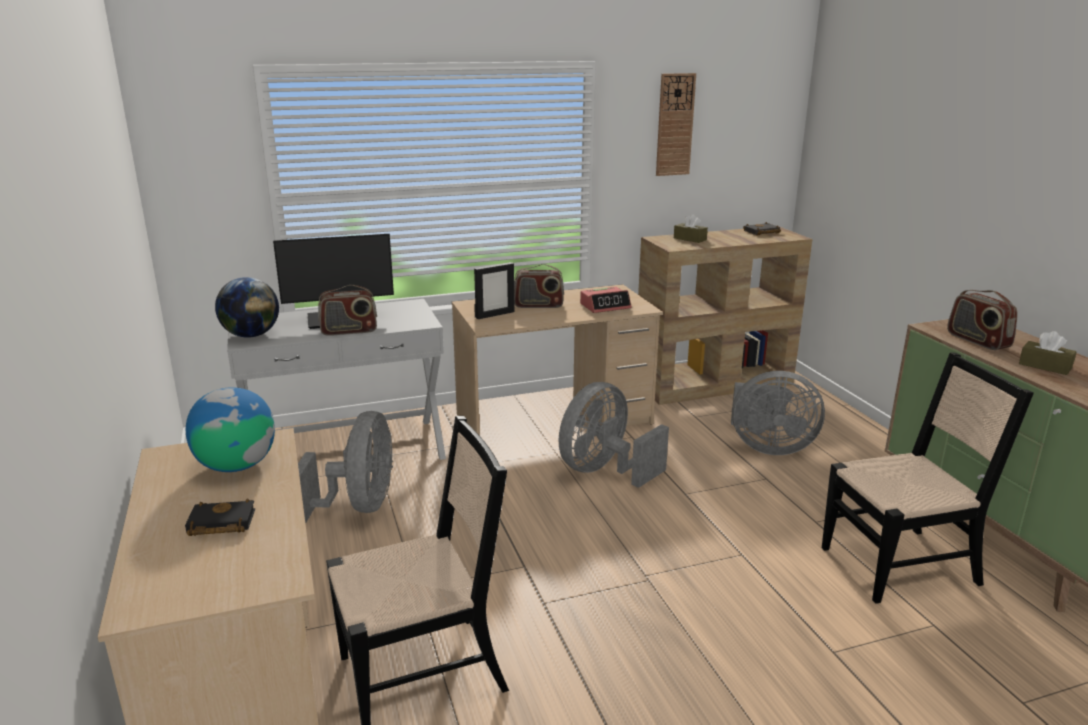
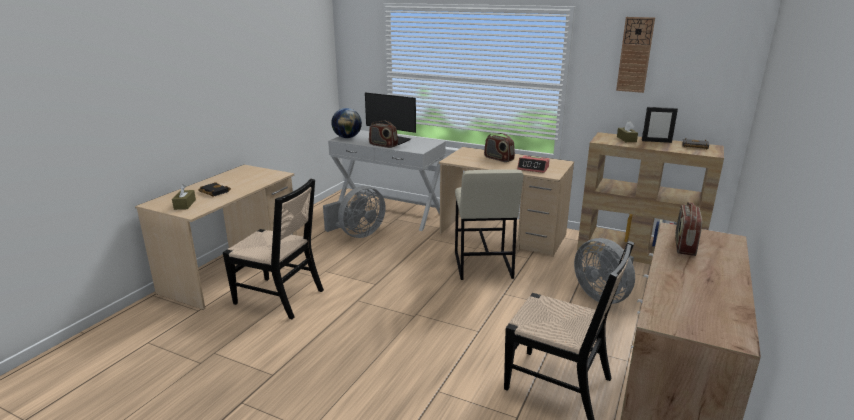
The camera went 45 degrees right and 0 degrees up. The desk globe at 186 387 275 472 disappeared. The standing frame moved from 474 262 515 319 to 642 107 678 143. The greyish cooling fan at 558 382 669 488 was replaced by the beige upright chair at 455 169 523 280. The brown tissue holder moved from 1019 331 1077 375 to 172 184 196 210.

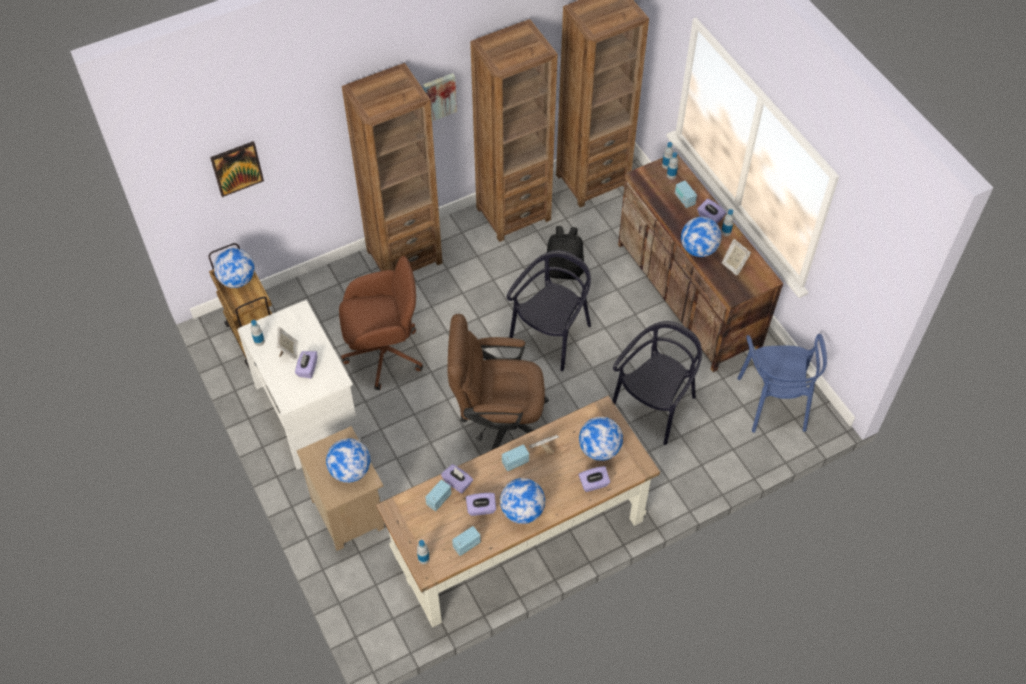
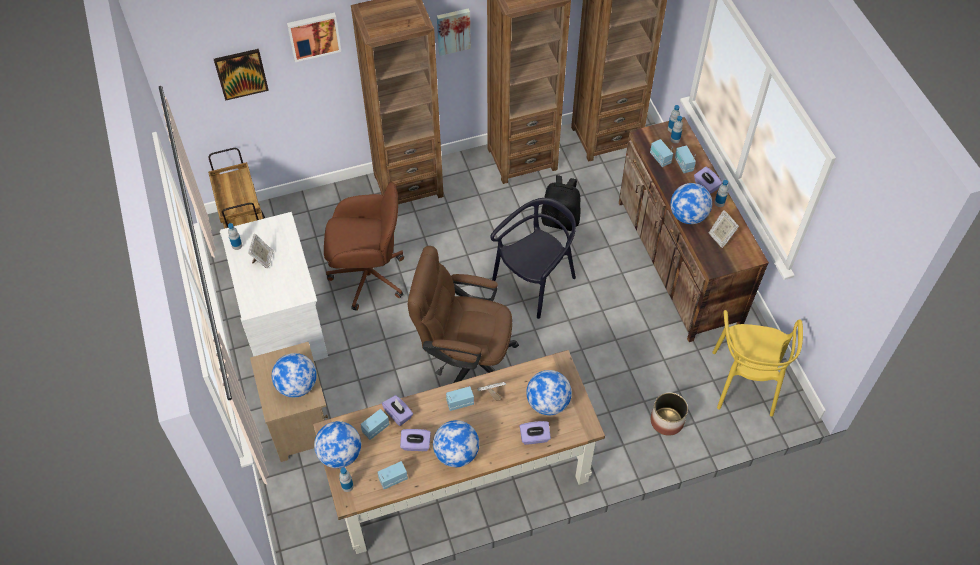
The camera went 10 degrees right and 0 degrees up. The desk globe moved from 214 248 254 288 to 314 421 361 468. The purple tissue holder at 295 351 317 379 disappeared. The black-coloured upright chair at 612 321 702 445 disappeared. The blue-coloured upright chair at 737 334 827 433 became the yellow-coloured upright chair at 712 310 803 417. The wall art at 287 12 341 62 appeared. The radio set at 650 139 673 167 appeared. The plant pot at 651 393 688 436 appeared.

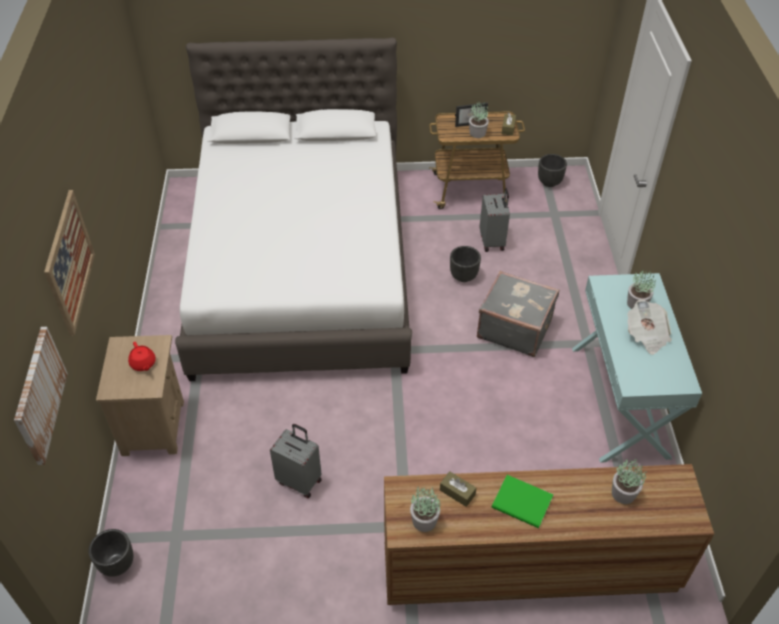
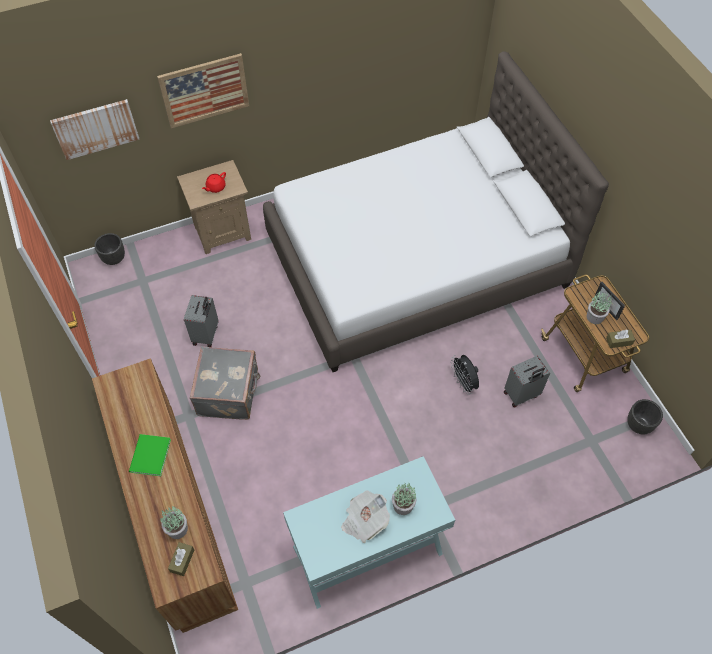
The camera went 70 degrees right and 10 degrees up. The potted plant at 410 487 441 532 disappeared. The brown tissue holder moved from 440 471 476 507 to 168 542 194 576. The black-coloured plant pot at 450 246 481 282 was replaced by the black-coloured cooling fan at 451 355 479 395. The greyish piece of luggage moved from 477 271 559 357 to 190 346 261 420.

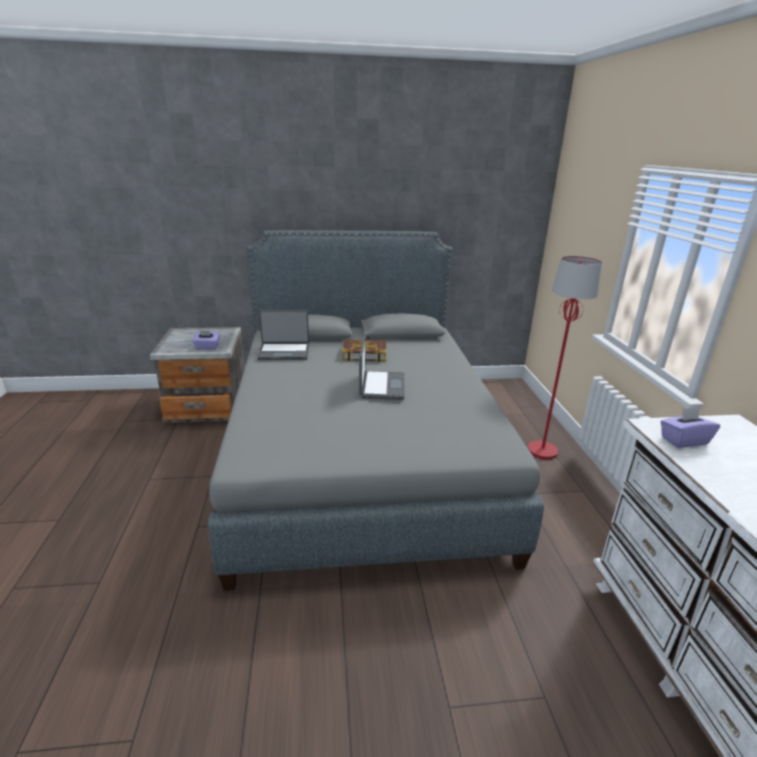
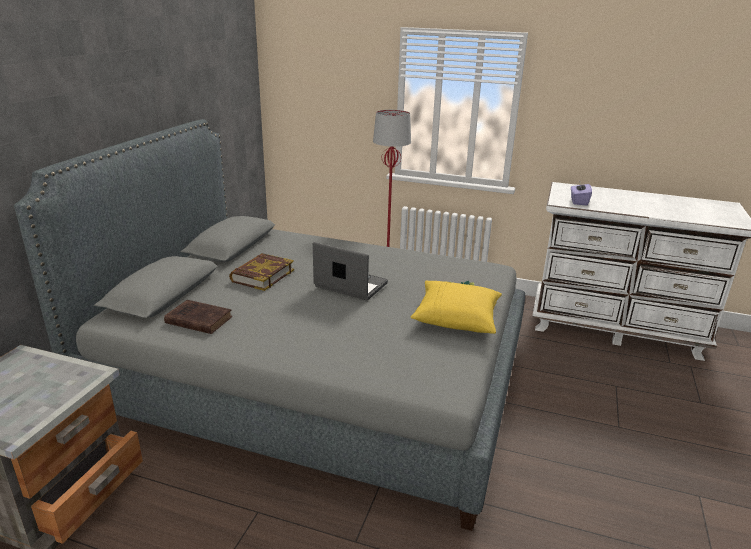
The camera went 65 degrees left and 0 degrees up. The purple tissue holder at 192 330 220 349 disappeared. The notebook computer at 257 310 309 360 was replaced by the brown bound book at 164 300 232 334. The yellow-coloured cushion at 411 281 502 334 appeared.

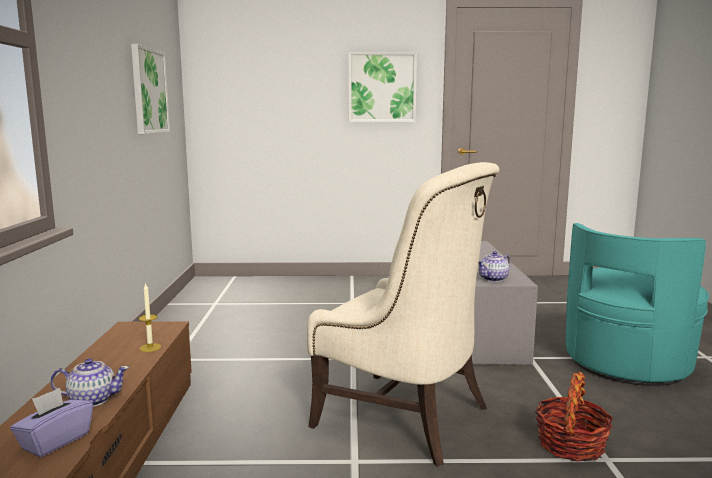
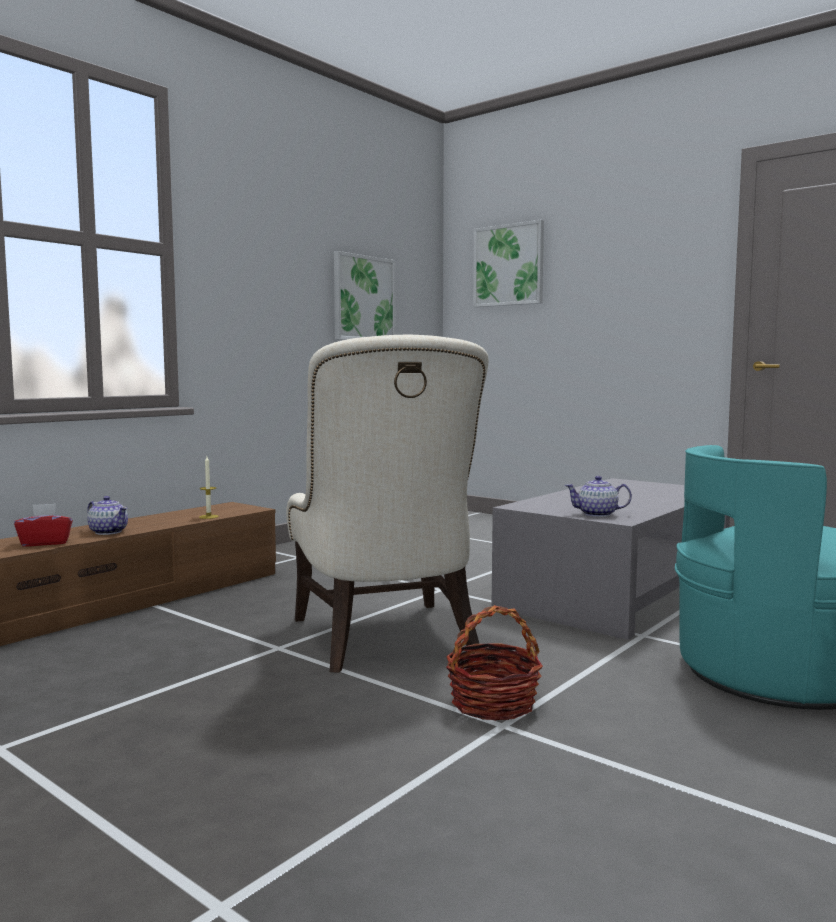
The camera went 40 degrees right and 5 degrees down. The purple tissue holder at 10 388 93 457 became the red-coloured tissue holder at 14 503 73 546. The wall art moved from 349 52 417 122 to 473 220 544 307.

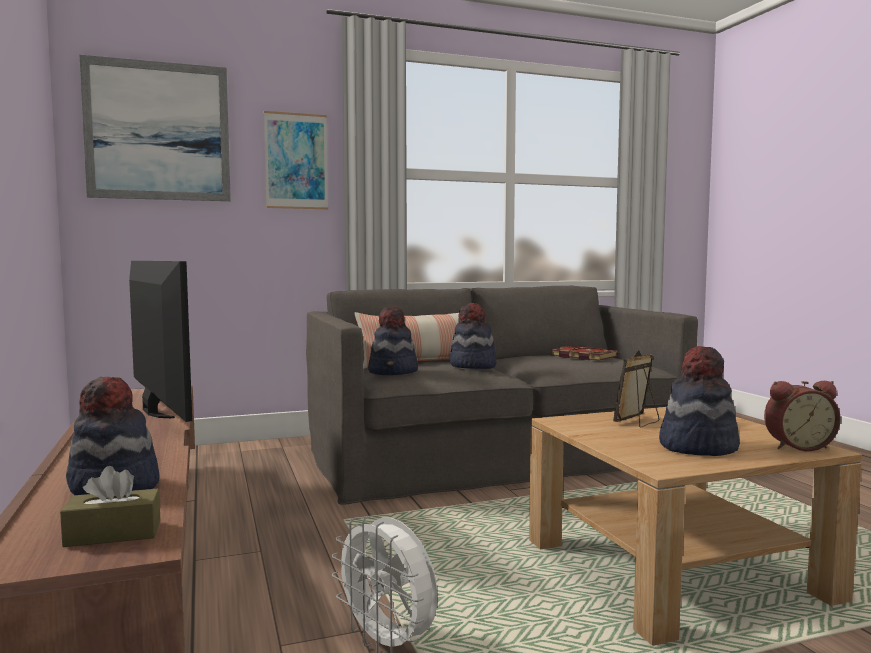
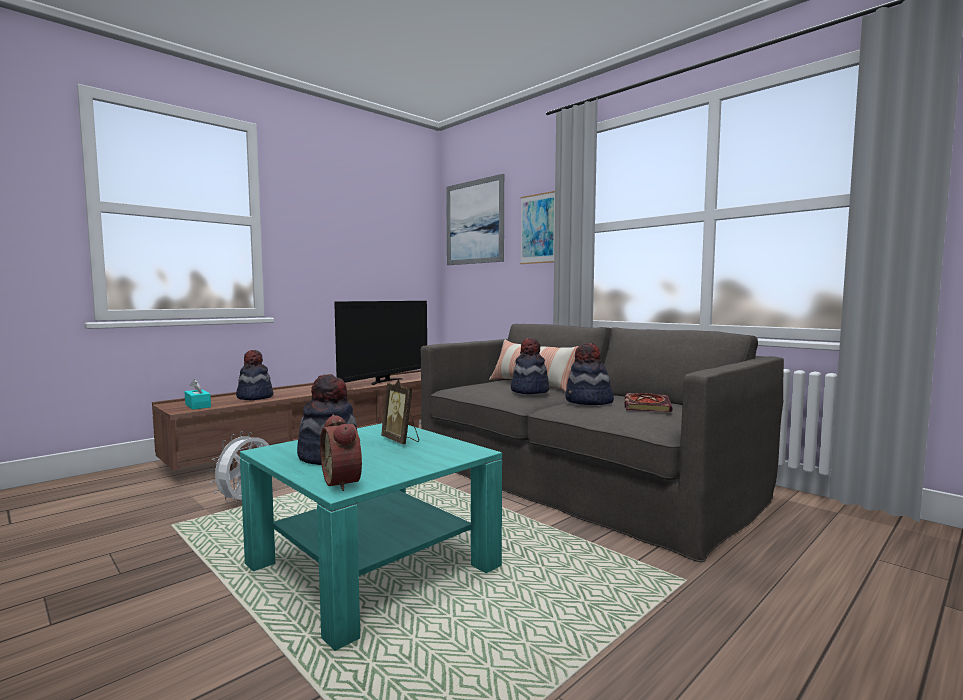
The camera went 65 degrees right and 0 degrees up. The brown tissue holder at 60 466 161 547 became the turquoise-coloured tissue holder at 185 379 211 410. The wearable hat moved from 368 306 418 375 to 565 343 614 405. The brown lounge table at 529 407 862 646 became the turquoise-coloured lounge table at 240 423 502 651. The standing frame at 613 350 659 428 turned 150 degrees counterclockwise.

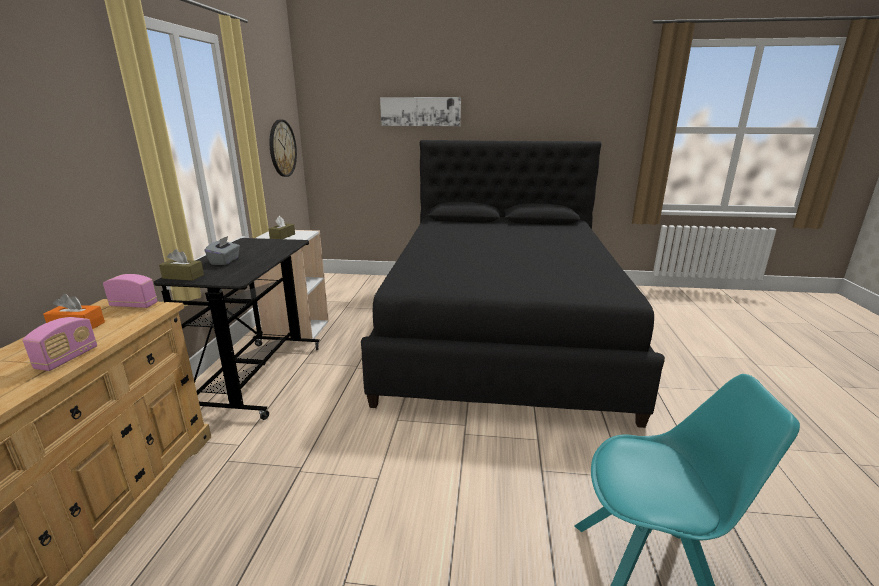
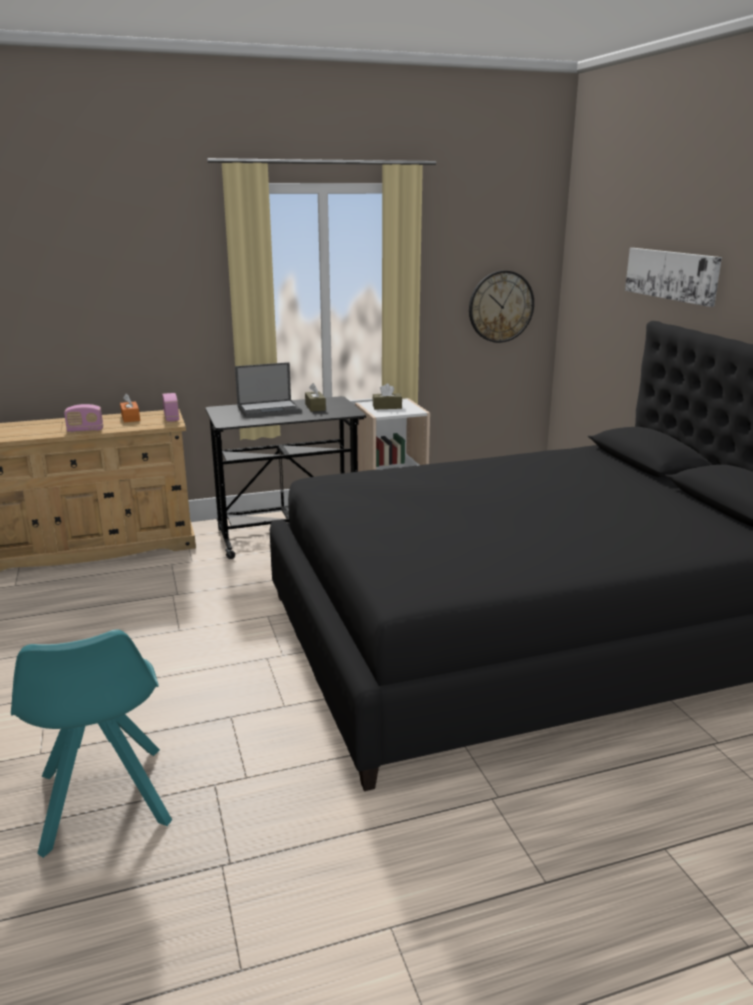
The camera went 65 degrees right and 0 degrees up. The brown tissue holder moved from 159 249 204 281 to 305 383 326 411. The greyish tissue holder at 205 236 240 265 was replaced by the notebook computer at 235 362 302 418.

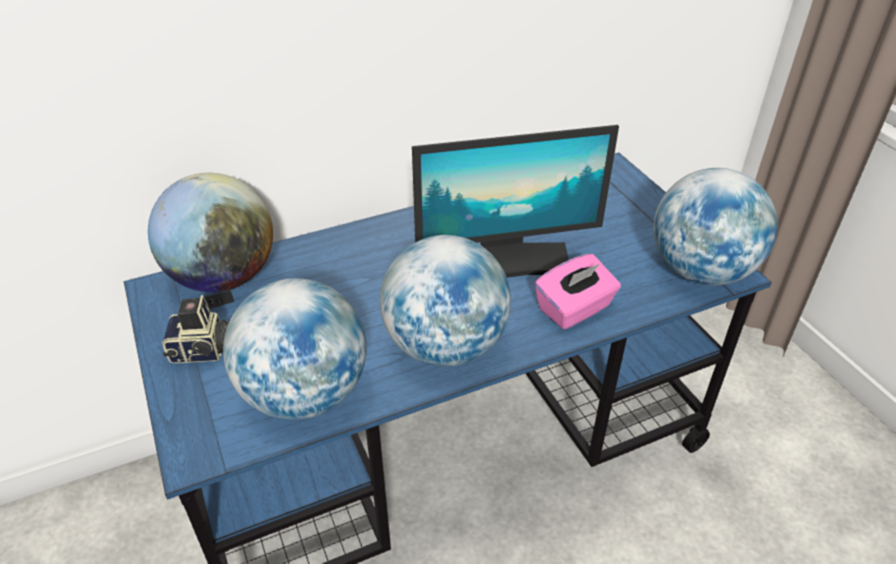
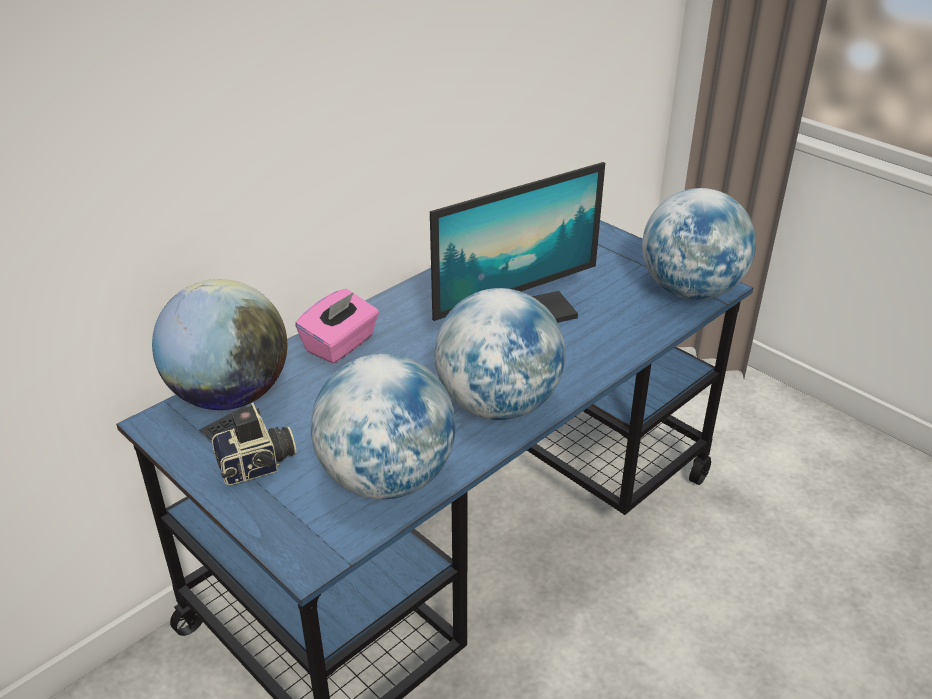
The camera went 20 degrees left and 5 degrees down. The pinkish tissue holder moved from 534 254 621 330 to 295 289 379 364.

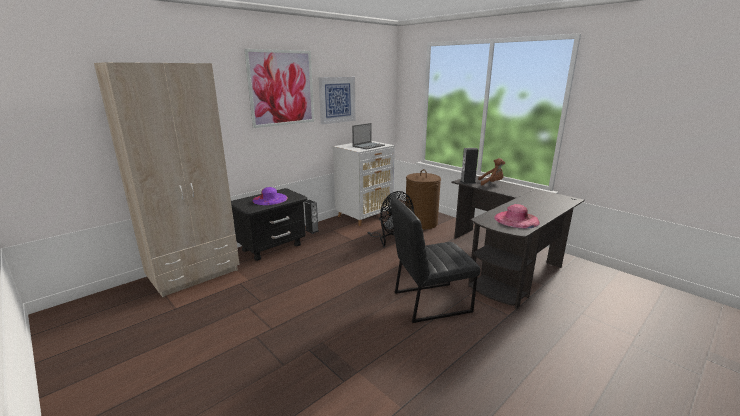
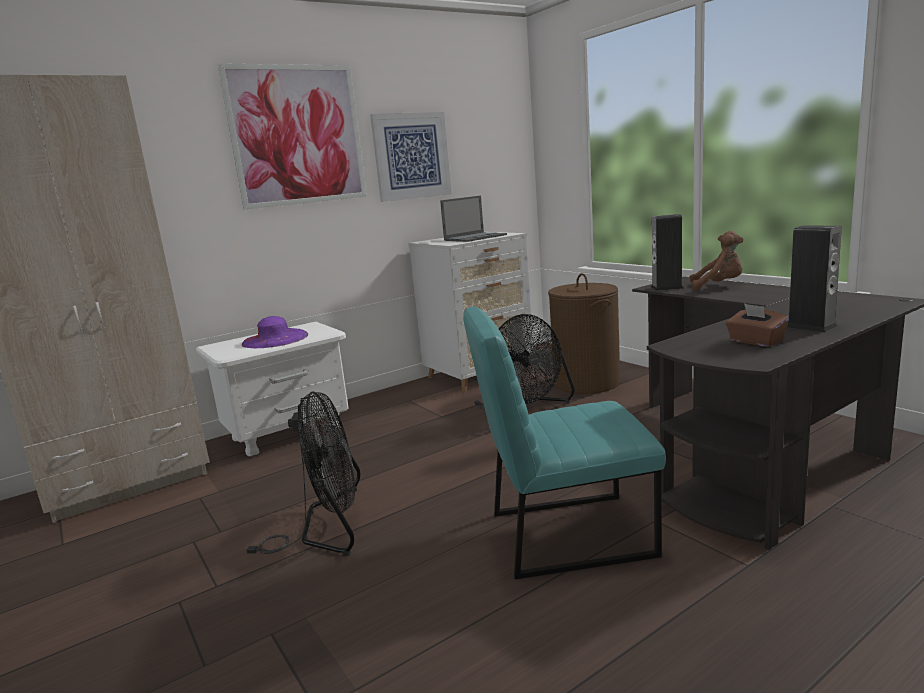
The camera went 10 degrees right and 5 degrees down. The black-coloured night table at 231 188 307 261 became the white night table at 196 322 348 456. The loudspeaker moved from 304 200 319 234 to 787 225 842 333. The black-coloured upright chair at 391 199 480 323 became the turquoise-coloured upright chair at 463 306 666 579. The pinkish wearable hat at 494 204 540 229 was replaced by the brown tissue holder at 726 303 789 347. The black-coloured cooling fan at 245 391 360 557 appeared.

